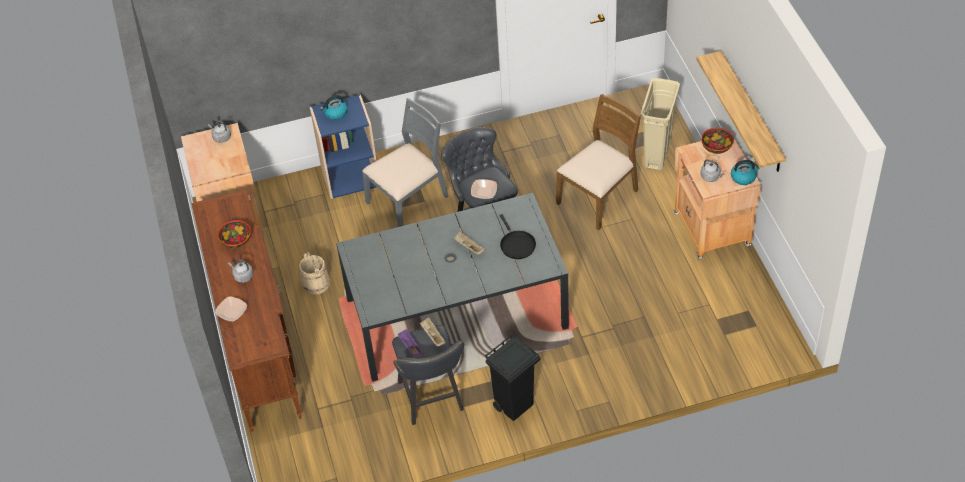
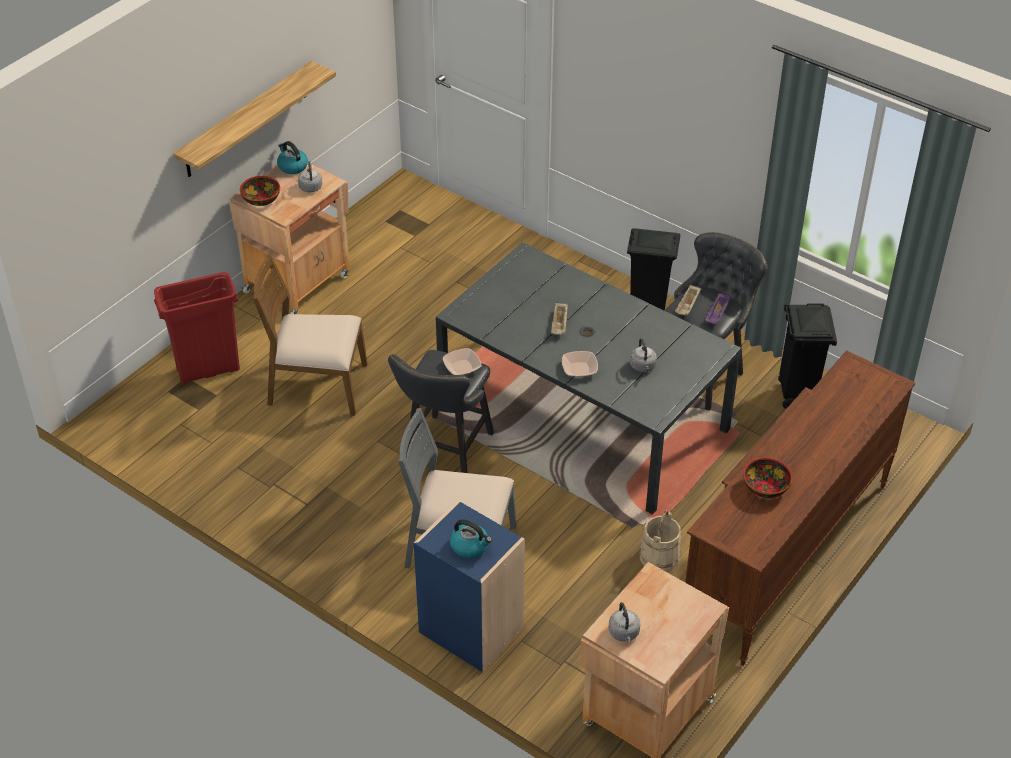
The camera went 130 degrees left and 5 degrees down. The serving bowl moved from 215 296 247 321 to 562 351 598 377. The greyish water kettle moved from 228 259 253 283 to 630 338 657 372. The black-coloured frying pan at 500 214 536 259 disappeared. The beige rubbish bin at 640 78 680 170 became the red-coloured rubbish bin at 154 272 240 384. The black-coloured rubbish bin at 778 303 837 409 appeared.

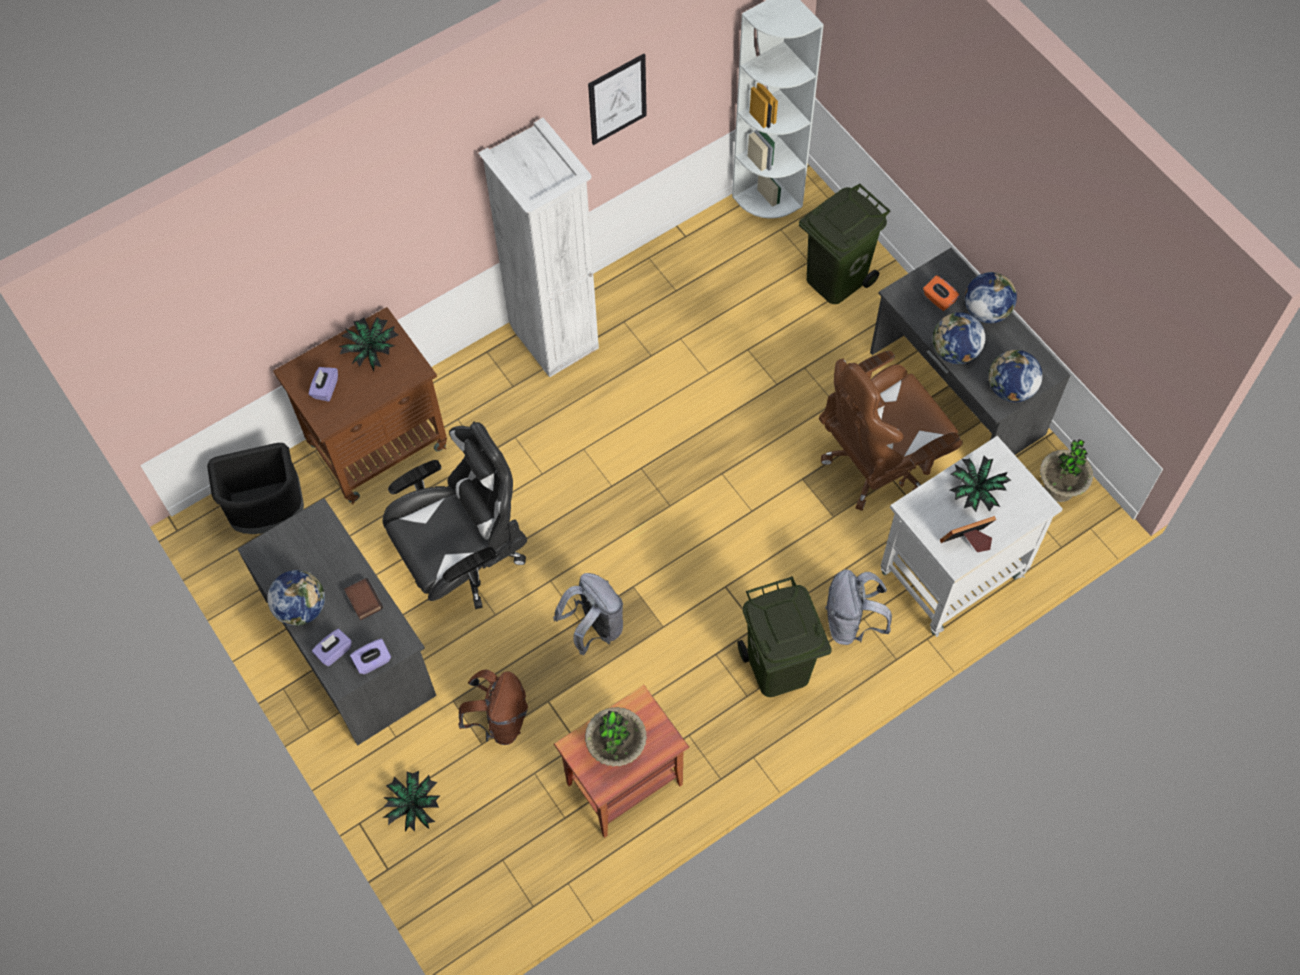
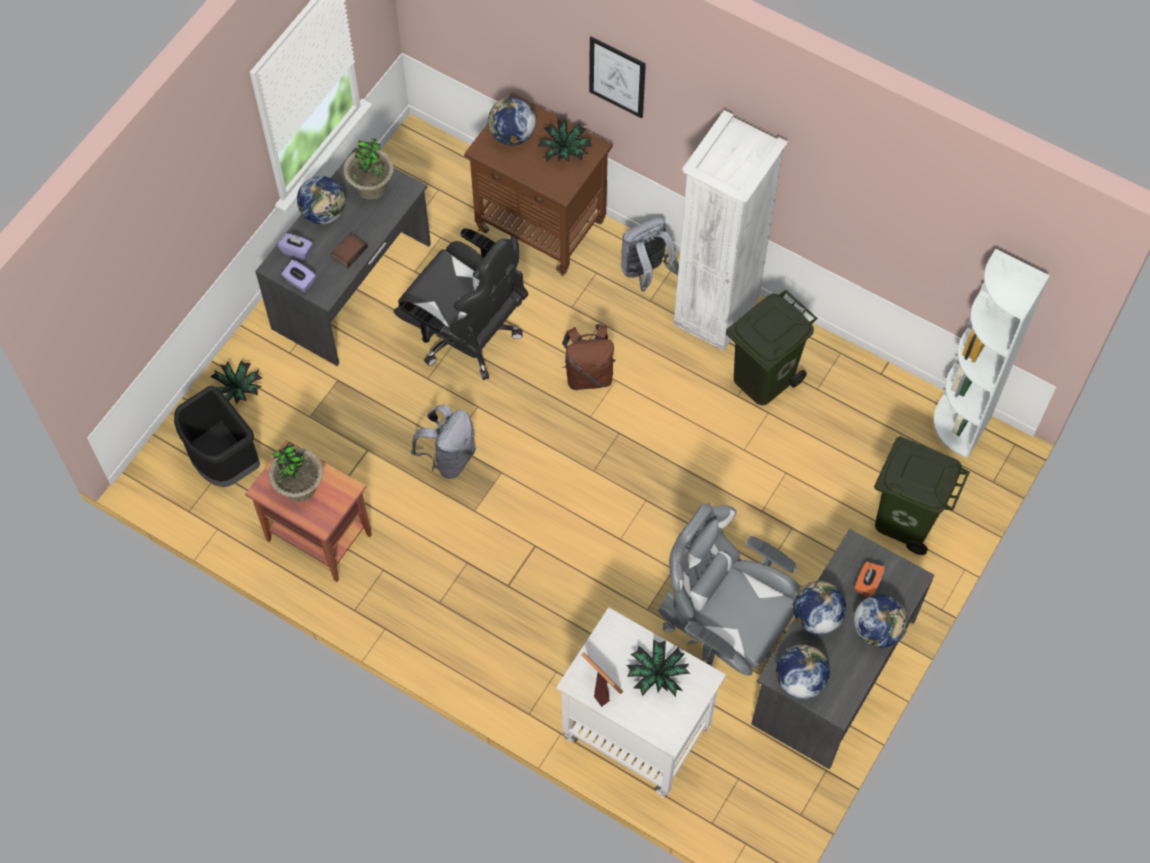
The camera went 65 degrees right and 0 degrees up. The black-coloured rubbish bin moved from 207 443 304 534 to 174 386 260 487. The purple tissue holder at 309 367 338 402 was replaced by the desk globe at 488 97 536 146. The brown backpack moved from 458 670 528 745 to 562 324 615 390. The wall art moved from 588 54 647 145 to 589 37 646 118. The green-coloured rubbish bin moved from 737 576 832 697 to 726 290 817 405. The brown desk chair at 819 351 963 511 became the greyish desk chair at 658 503 801 676. The greyish backpack moved from 825 569 892 645 to 621 218 679 292. The potted plant moved from 1040 439 1093 502 to 343 138 394 200.

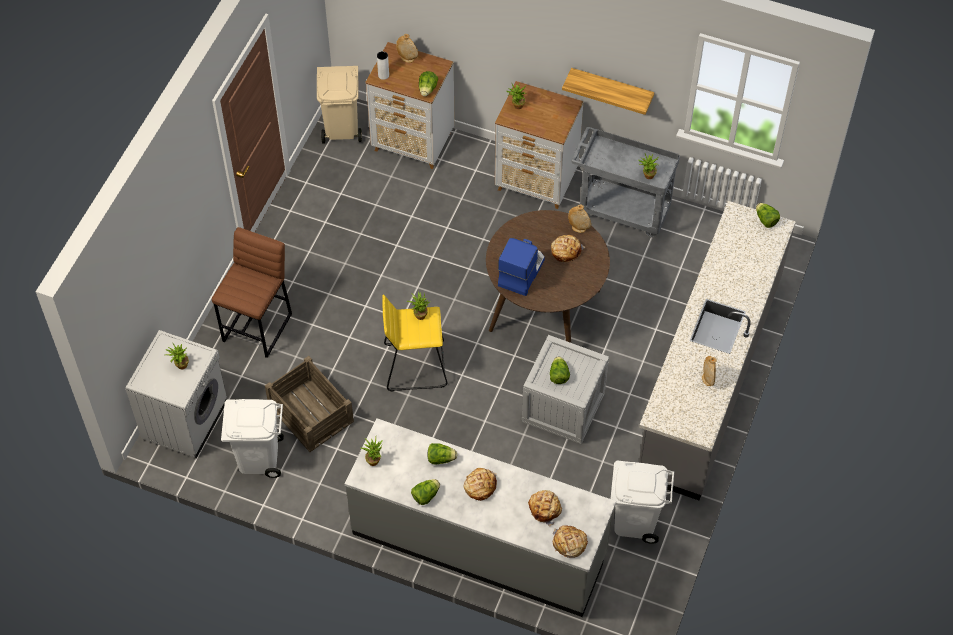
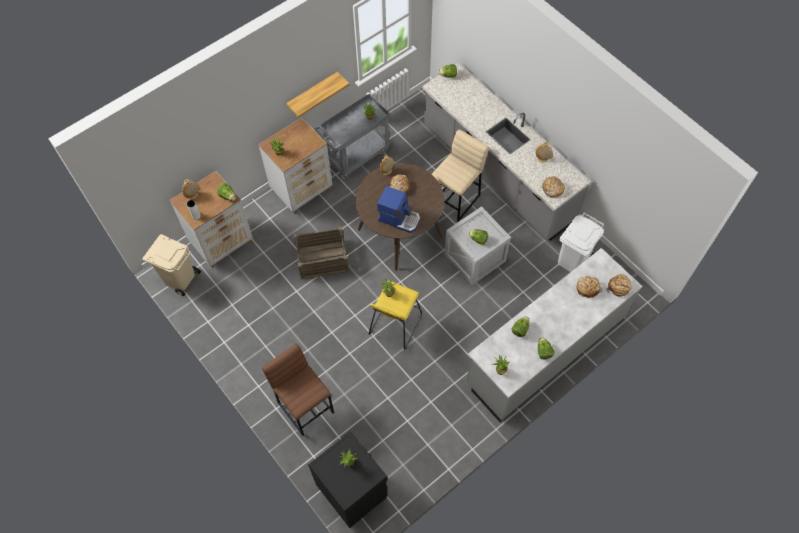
The camera went 60 degrees left and 5 degrees up. The white laundry machine at 125 330 227 458 became the black-coloured laundry machine at 308 431 388 528. The white rubbish bin at 221 399 284 478 disappeared. The packing crate moved from 265 356 354 452 to 294 226 349 279. The baked bread moved from 464 468 497 501 to 542 176 565 198. The coffee machine at 498 238 545 296 turned 150 degrees clockwise. The beige stool seat at 432 129 489 222 appeared.

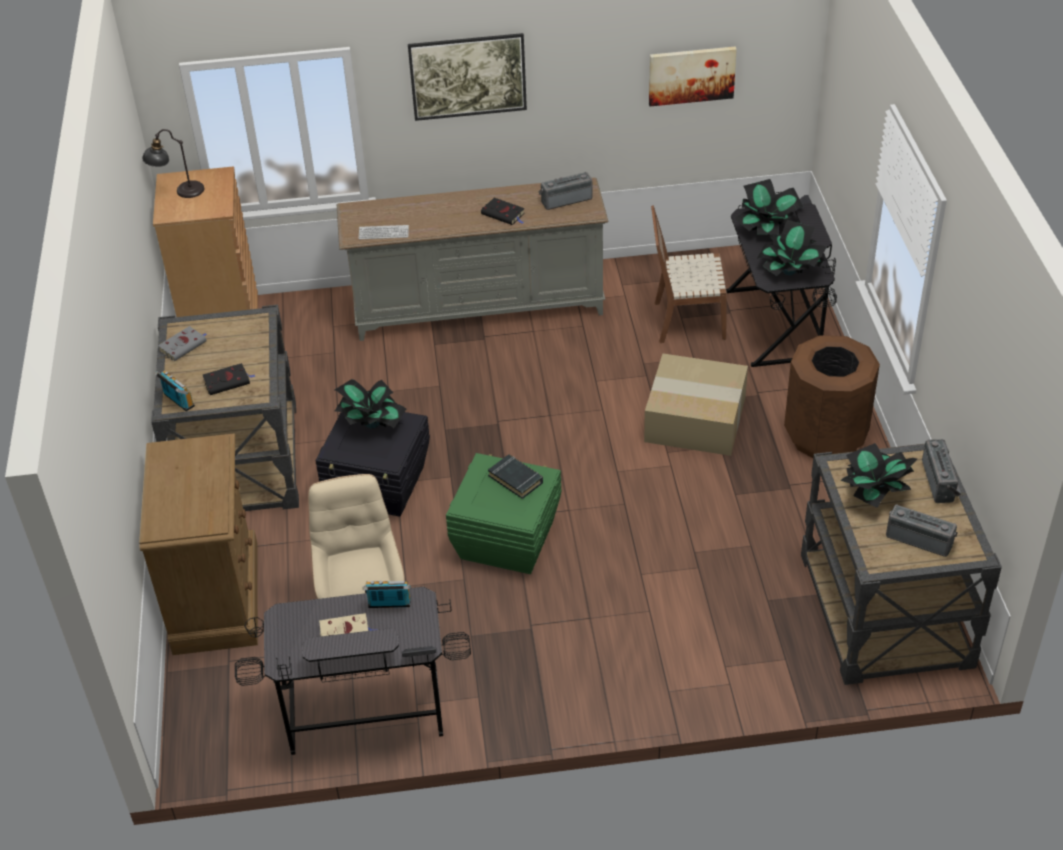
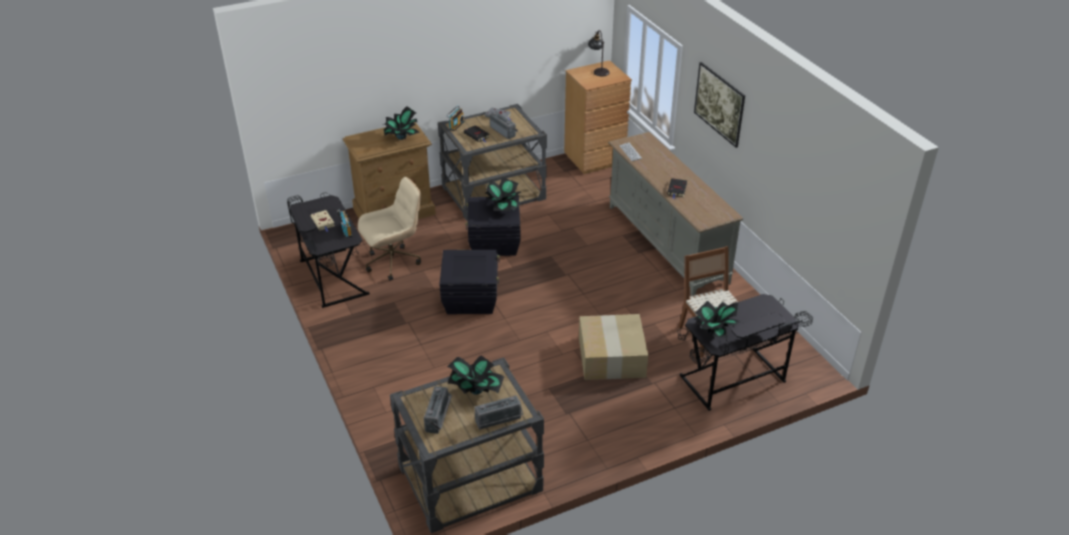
The camera went 70 degrees right and 5 degrees down. The green-coloured storage bin at 446 453 561 574 became the black-coloured storage bin at 439 250 500 314. The black-coloured bound book at 488 454 543 499 disappeared. The radio set moved from 538 172 592 210 to 490 112 518 139. The wall art at 649 47 737 106 disappeared. The potted plant moved from 735 179 803 235 to 383 106 420 140. The brown rubbish bin at 784 335 880 458 disappeared.

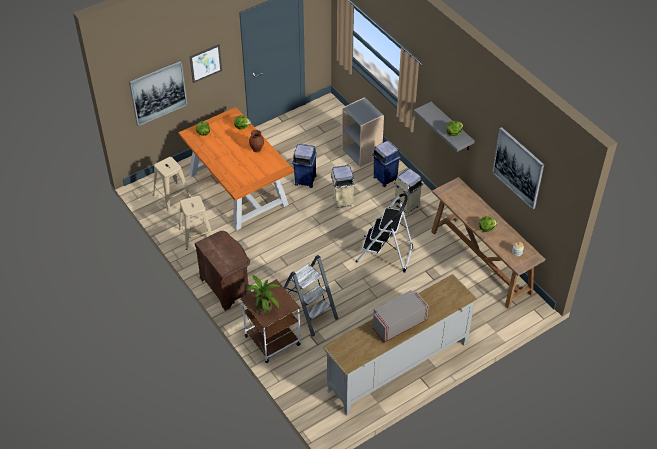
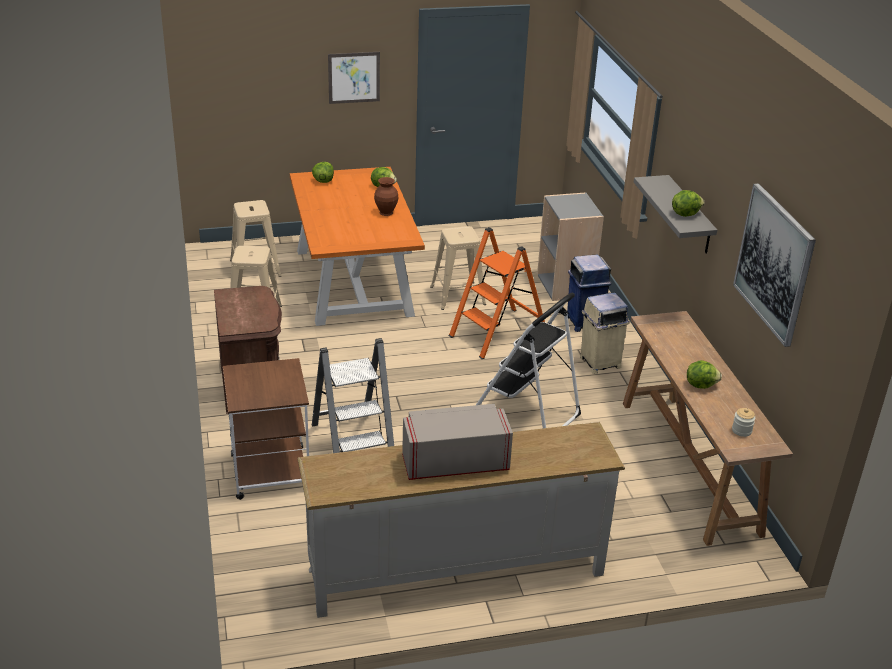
The camera went 20 degrees right and 15 degrees down. The wall art at 129 60 187 126 disappeared. The potted plant at 246 275 281 314 disappeared. The blue-coloured rubbish bin at 292 144 317 188 was replaced by the beige stool seat at 430 226 486 310. The beige rubbish bin at 331 165 355 209 was replaced by the orangey stepladder at 448 227 545 359.

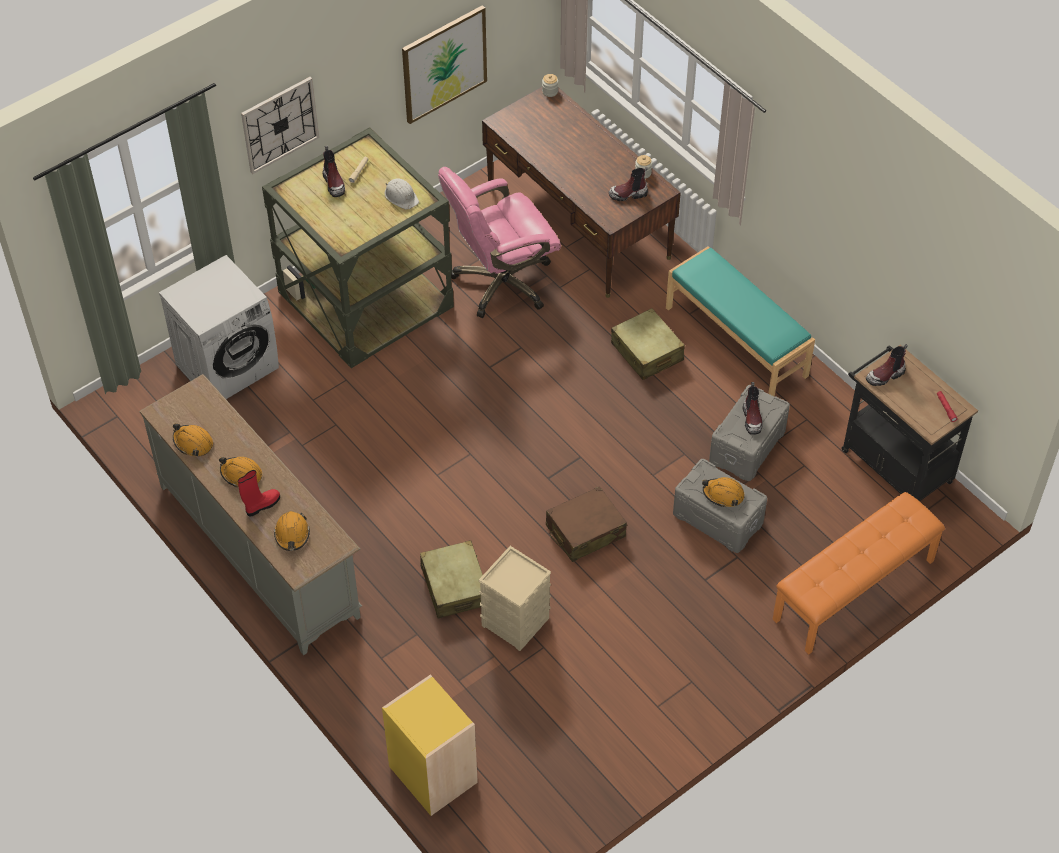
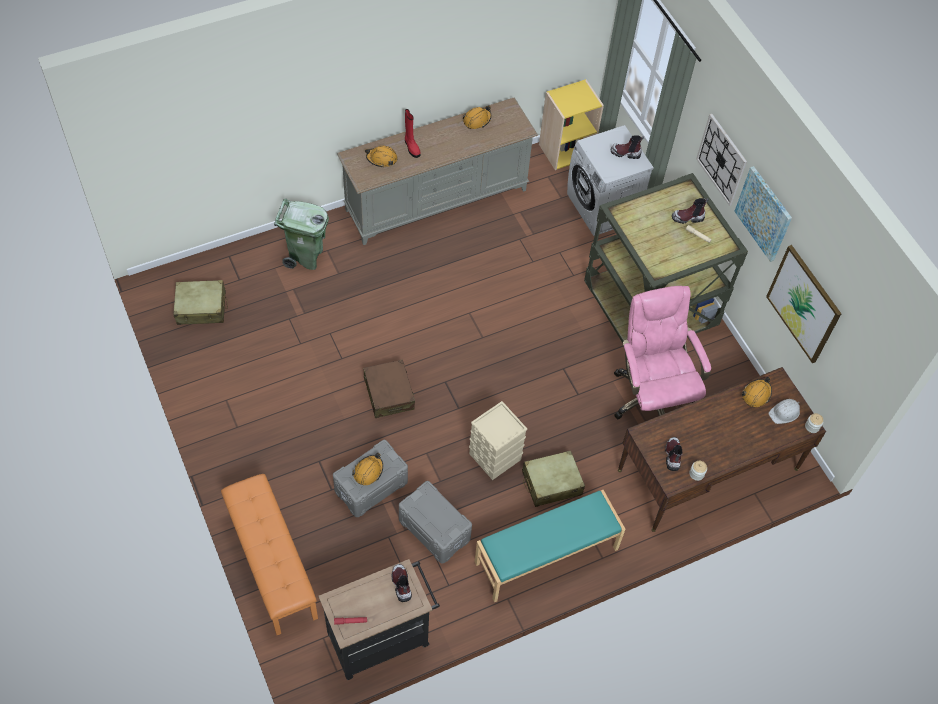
The camera went 100 degrees right and 5 degrees up. The orangey hard hat moved from 219 457 262 487 to 742 377 772 407. The yellow-coloured bookcase moved from 382 674 478 816 to 539 79 604 170. The white hard hat moved from 385 179 419 210 to 769 399 800 424. The beige piece of luggage moved from 420 540 483 618 to 173 280 228 325. The beige storage bin moved from 479 546 551 651 to 469 401 527 480. The high-top boot moved from 743 382 763 435 to 611 135 644 159. The green-coloured rubbish bin at 274 198 329 270 appeared. The wall art at 734 166 792 262 appeared.

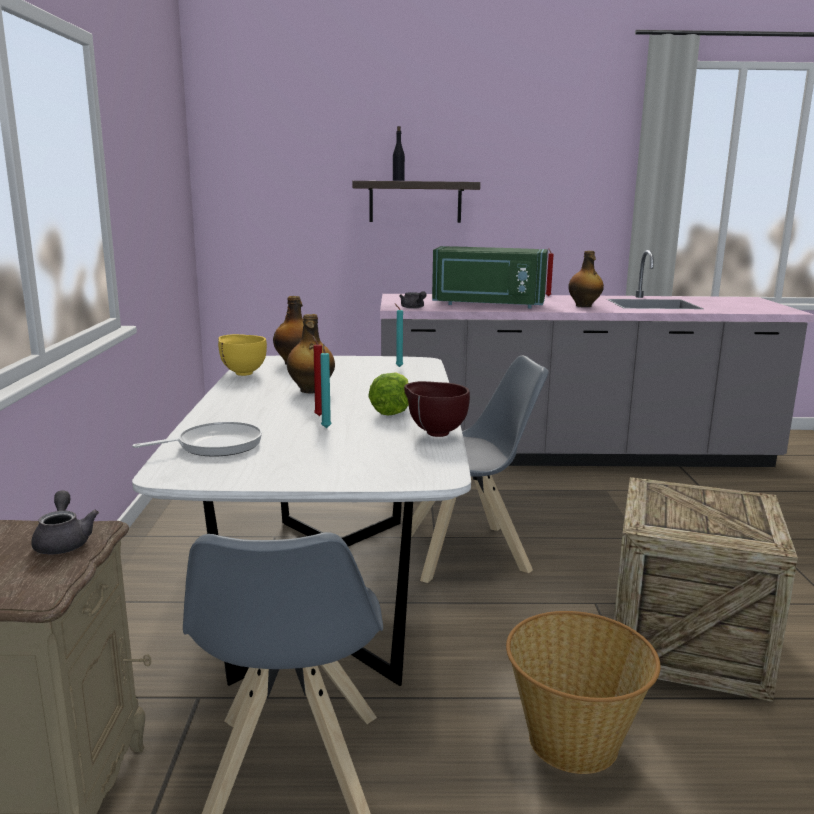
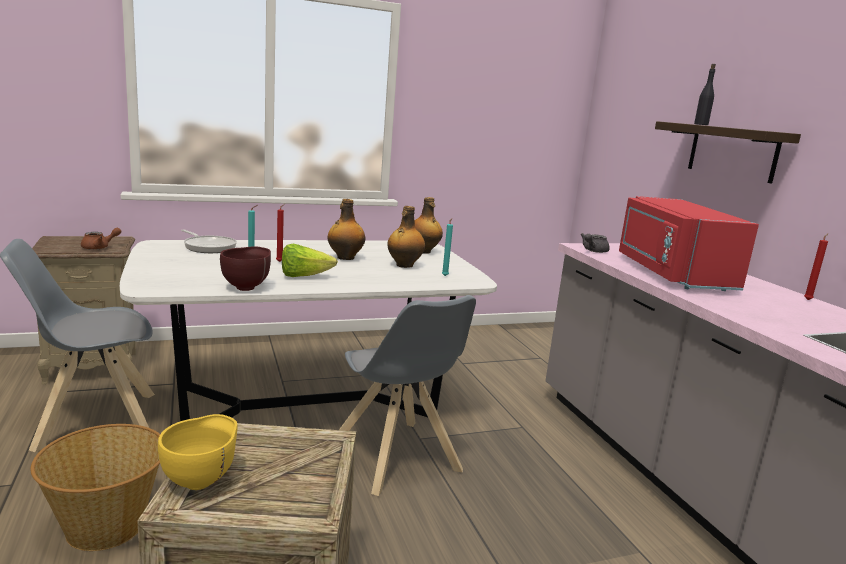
The camera went 70 degrees right and 0 degrees up. The greyish teapot at 31 490 99 555 became the brown teapot at 81 228 121 250. The yellow-coloured serving bowl moved from 218 334 267 376 to 158 414 238 490. The green-coloured microwave at 432 246 548 309 became the red-coloured microwave at 619 196 759 291. The drink bottle moved from 568 251 604 307 to 387 206 425 268.

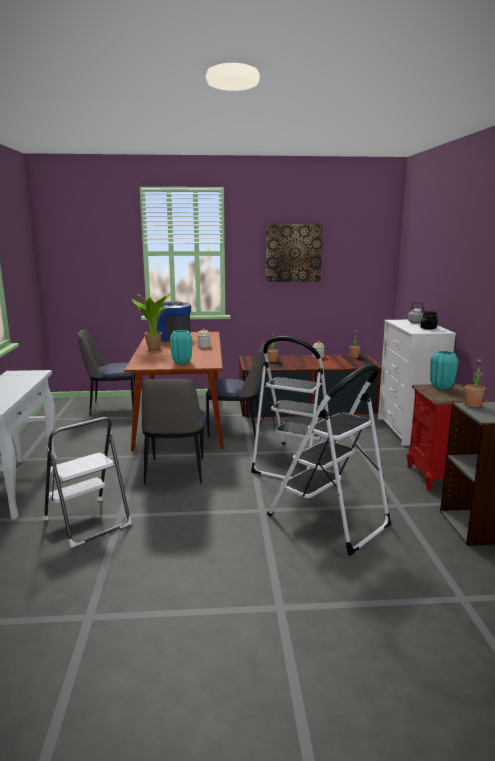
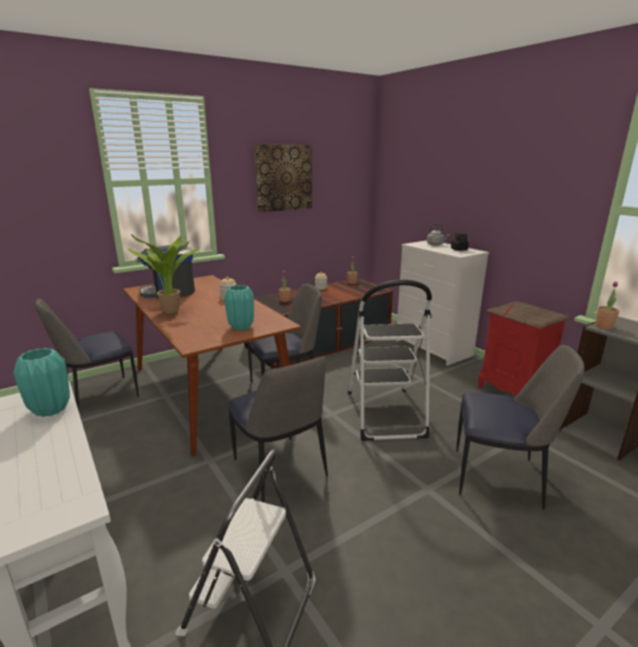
The camera went 30 degrees left and 5 degrees up. The stepladder at 267 364 391 555 was replaced by the upright chair at 456 345 585 510. The turquoise-coloured flower vase moved from 430 351 458 390 to 13 348 70 417.

